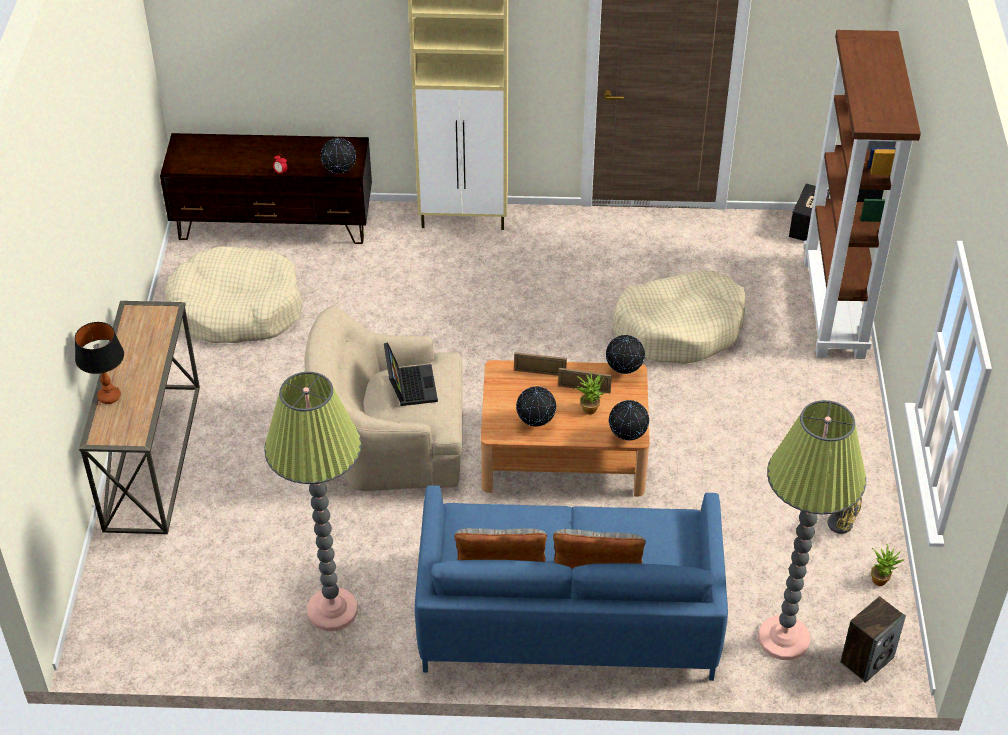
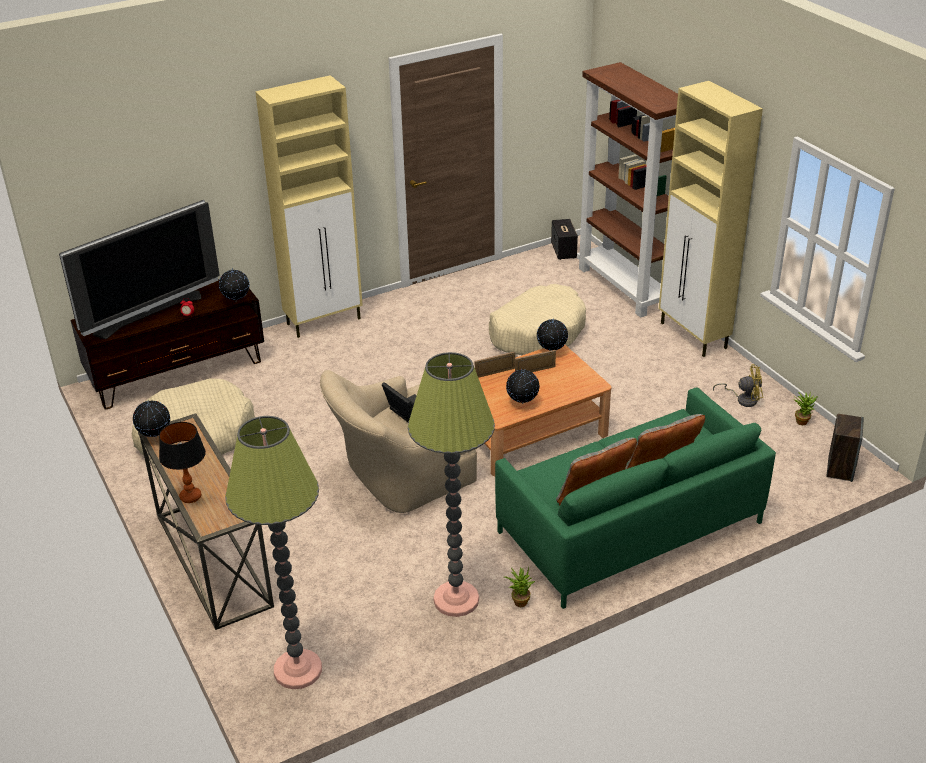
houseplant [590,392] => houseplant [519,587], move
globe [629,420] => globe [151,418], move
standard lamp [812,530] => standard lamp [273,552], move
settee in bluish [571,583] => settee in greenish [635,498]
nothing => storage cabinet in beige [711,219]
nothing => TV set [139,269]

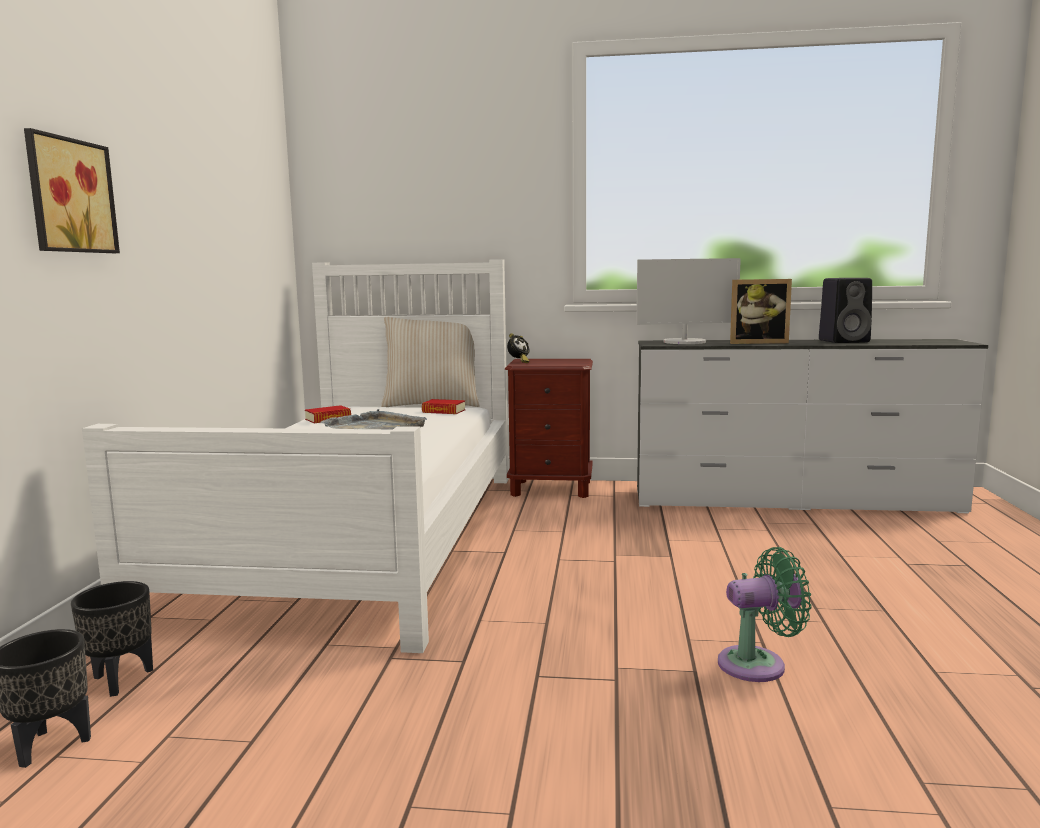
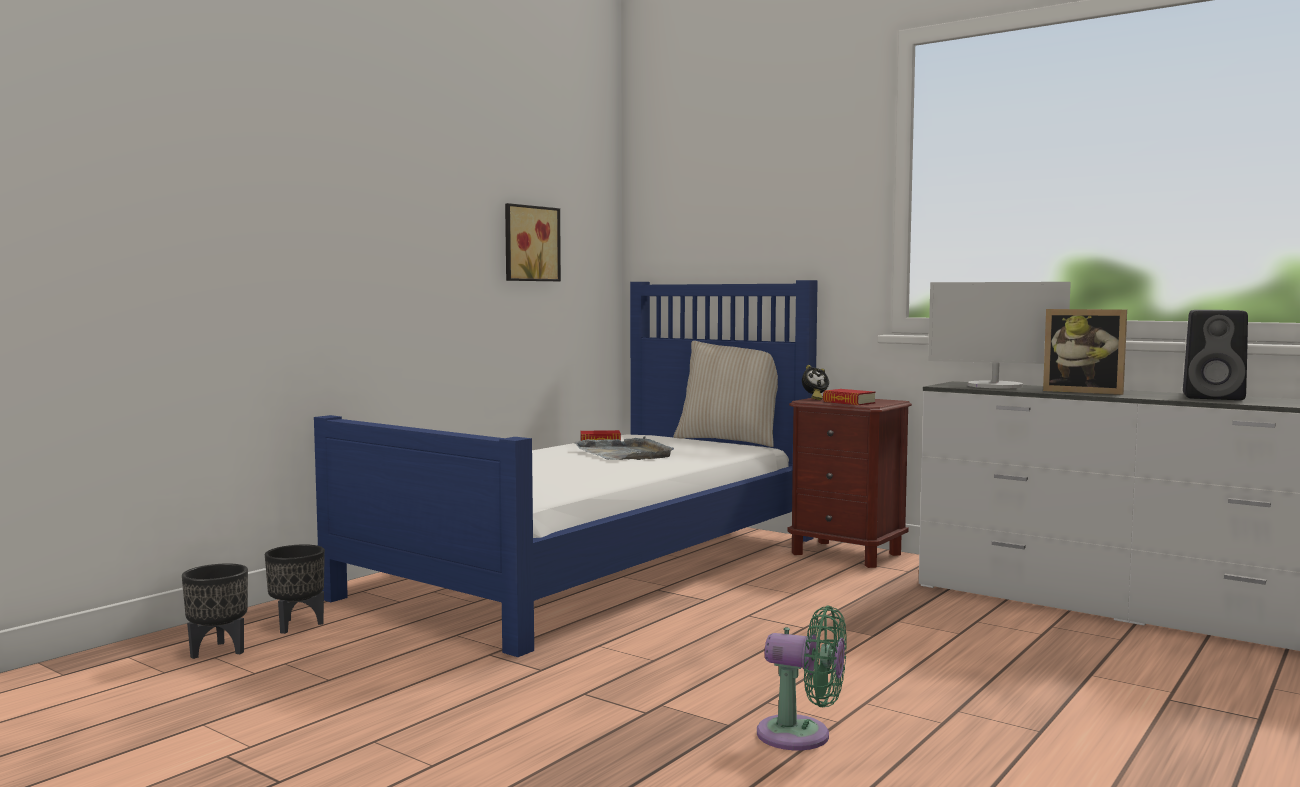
wall picture [72,190] => wall picture [533,242], move
sleeping bed in white-coloured [295,456] => sleeping bed in bluish [566,468]
volume [443,406] => volume [849,397], move

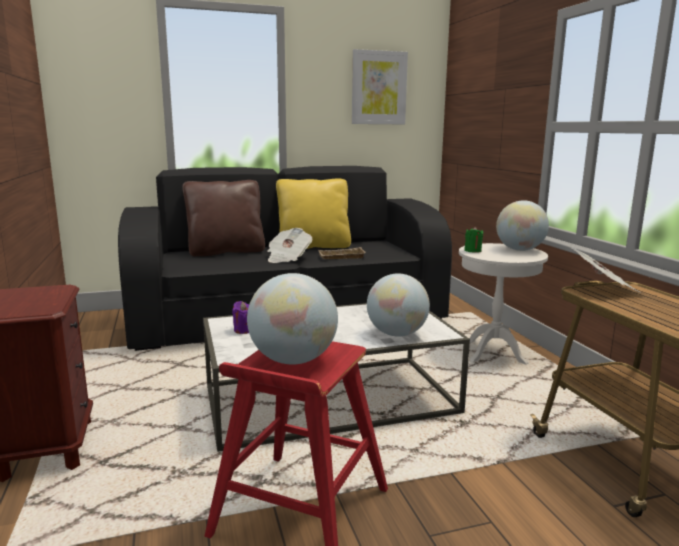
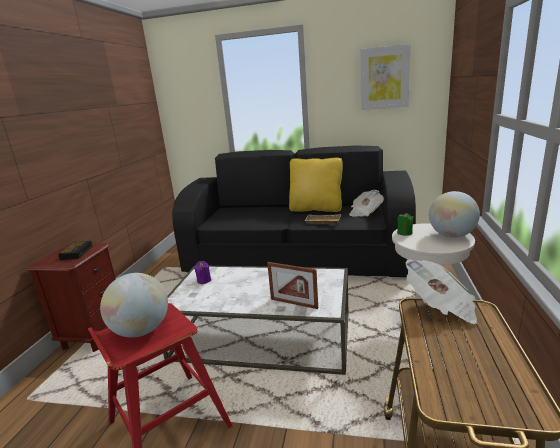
throw pillow in brownish [223,218] => nothing
daily paper [290,245] => daily paper [366,203], move
globe [398,304] => picture frame [292,285]
nothing => table clock [75,250]

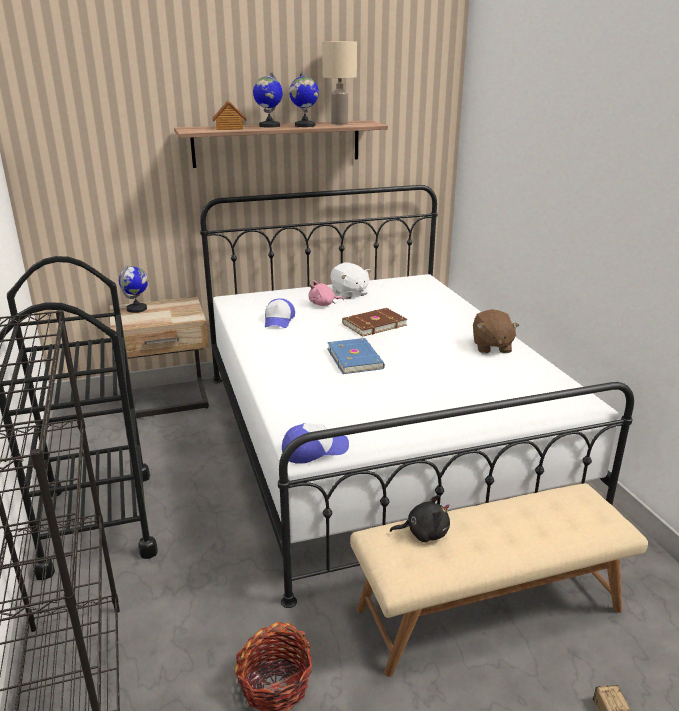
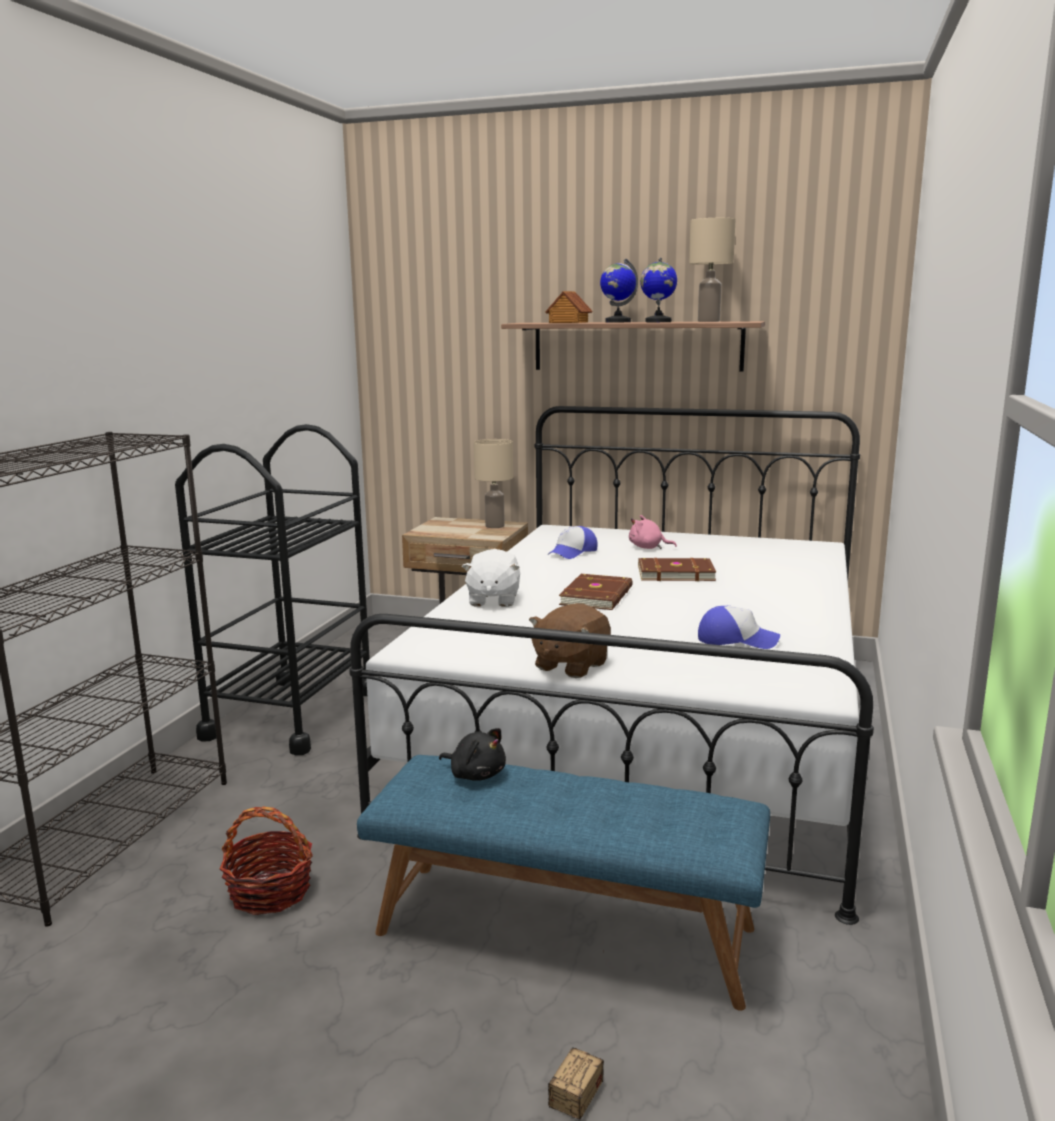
plush toy in white-coloured [350,280] => plush toy in white-coloured [491,578], move
globe [133,289] => nothing
plush toy in brownish [496,331] => plush toy in brownish [570,641], move
volume in bluish [356,356] => volume in brownish [596,592]
peaked cap [315,443] => peaked cap [739,627], move
long seat in beige [499,580] => long seat in bluish [563,883]
nothing => lamp for a table in beige [493,483]

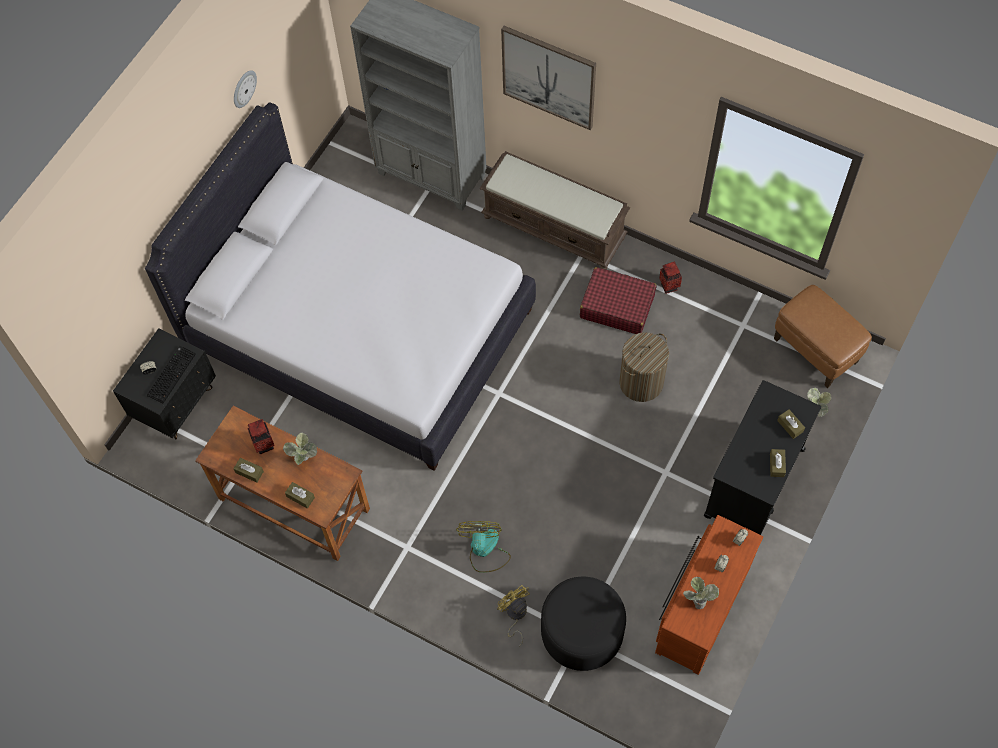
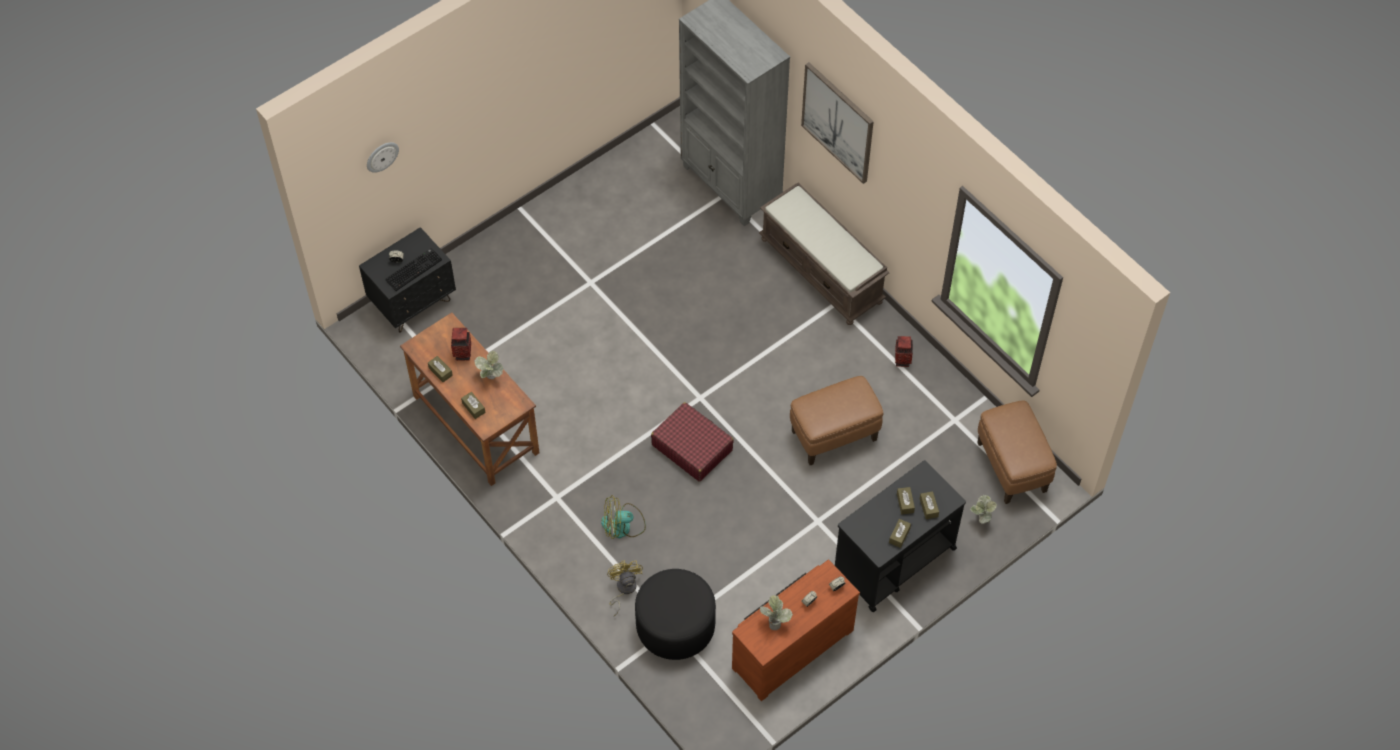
wall clock [245,89] => wall clock [383,157], move
sleeping bed in white-coloured [340,286] => nothing
piece of luggage in red-coloured [618,300] => piece of luggage in red-coloured [692,442], move
washing basket [644,367] => footrest in brownish [836,420]
fan [483,547] => fan [623,517], 120 degrees counterclockwise
nothing => box of tissues in brownish [906,501]

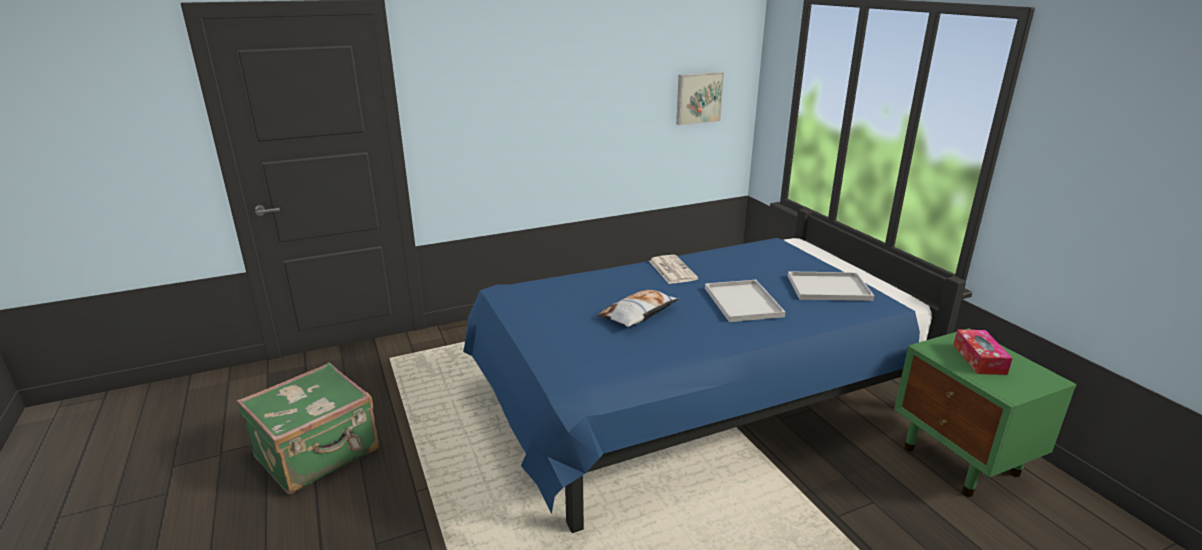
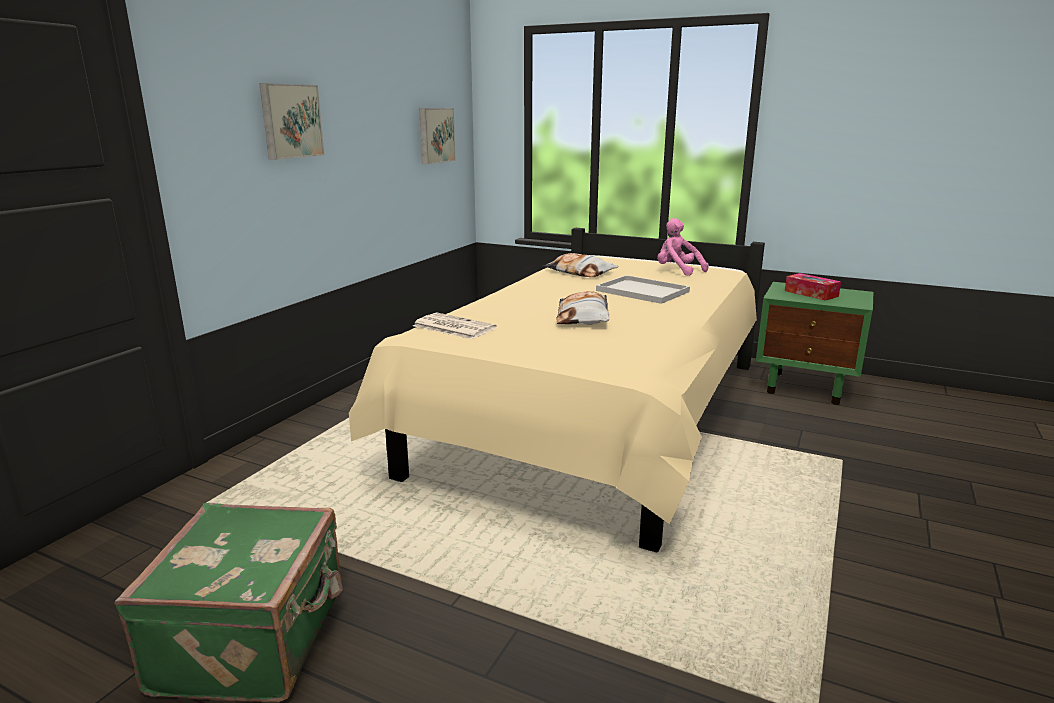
sleeping bed in bluish [714,370] => sleeping bed in beige [557,390]
daily paper [673,269] => daily paper [455,326], move
serving tray in white-coloured [831,286] => plush toy in pinkish [683,247]
nothing => wall picture [292,121]
nothing => throw pillow [580,265]

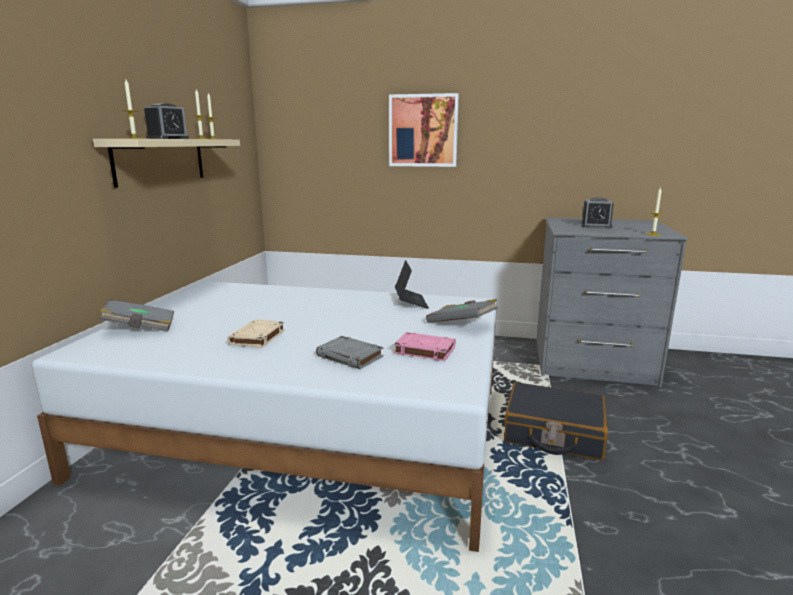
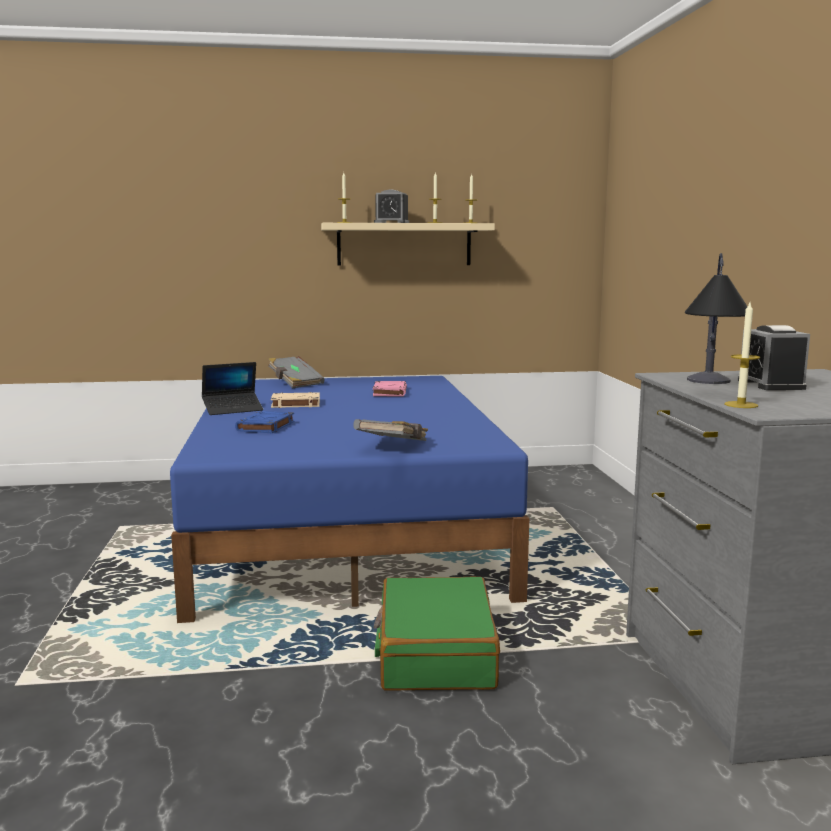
wall picture [424,130] => nothing
laptop [412,284] => laptop [232,388], move
sleeping bed in white-coloured [264,416] => sleeping bed in bluish [349,499]
volume in pinkish [424,346] => volume in pinkish [390,388], move
volume in grey [350,352] => volume in bluish [264,422]
piece of luggage in black [556,421] => piece of luggage in greenish [437,634]
nothing => lamp for a table [716,318]

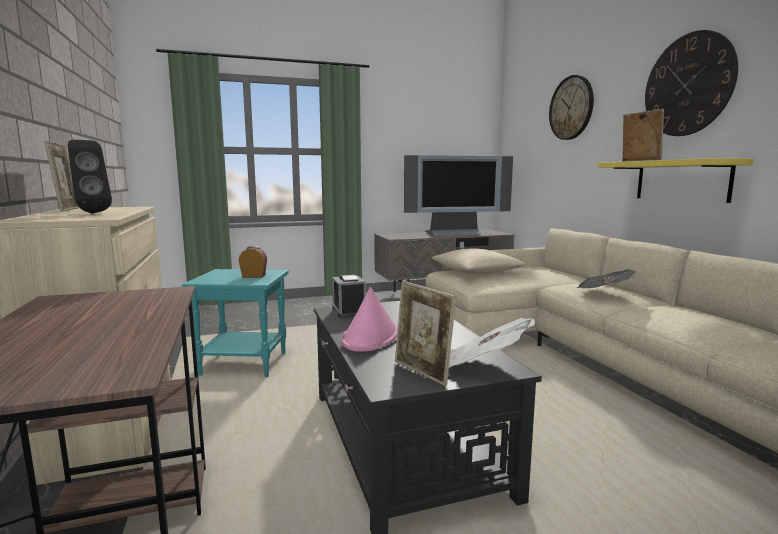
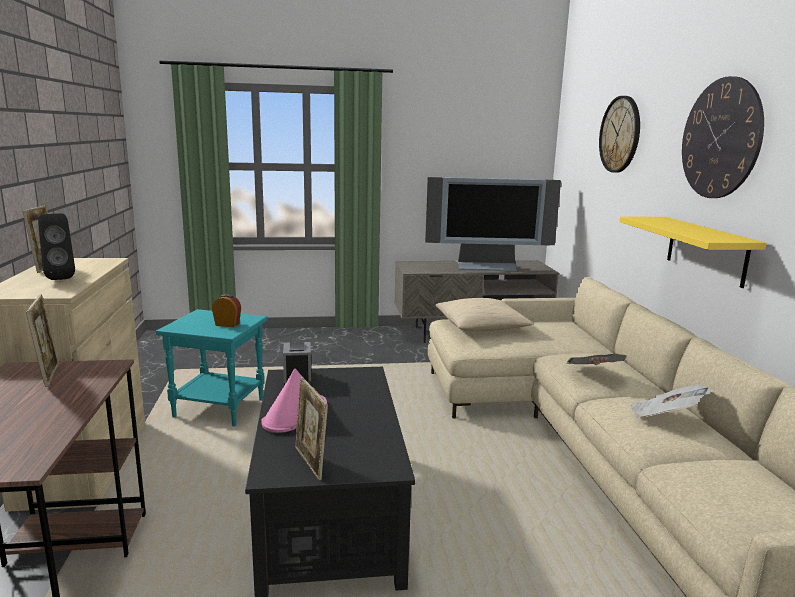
picture frame [643,135] => picture frame [42,341], move
daily paper [492,343] => daily paper [671,401], move

